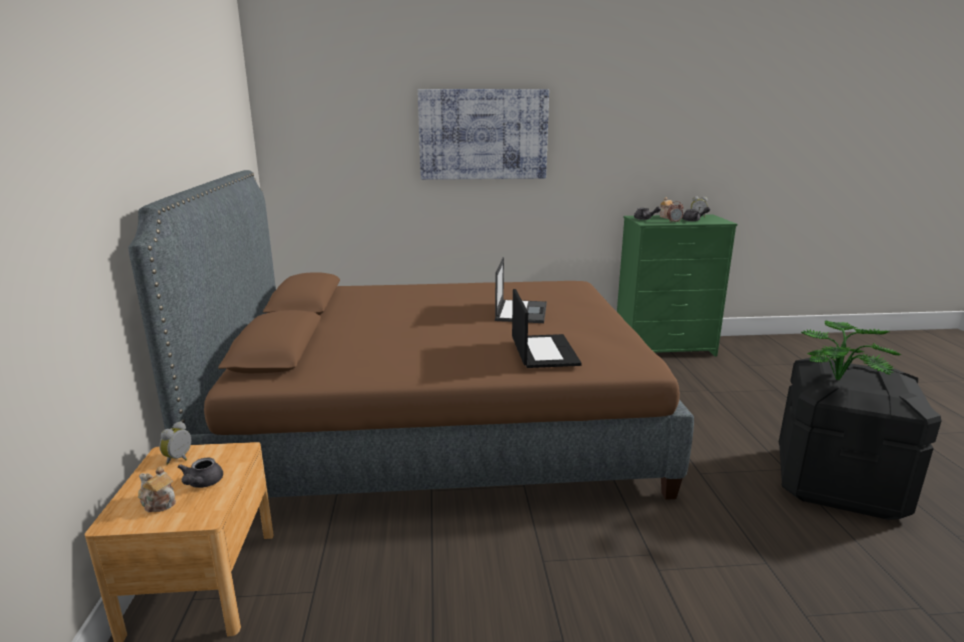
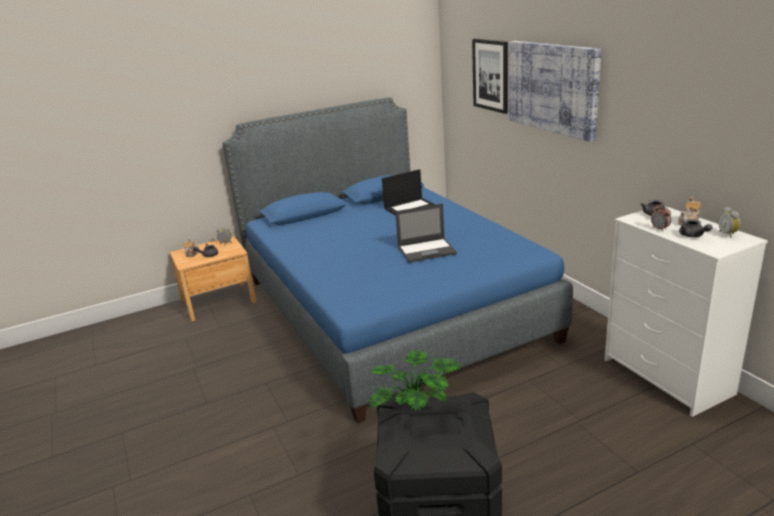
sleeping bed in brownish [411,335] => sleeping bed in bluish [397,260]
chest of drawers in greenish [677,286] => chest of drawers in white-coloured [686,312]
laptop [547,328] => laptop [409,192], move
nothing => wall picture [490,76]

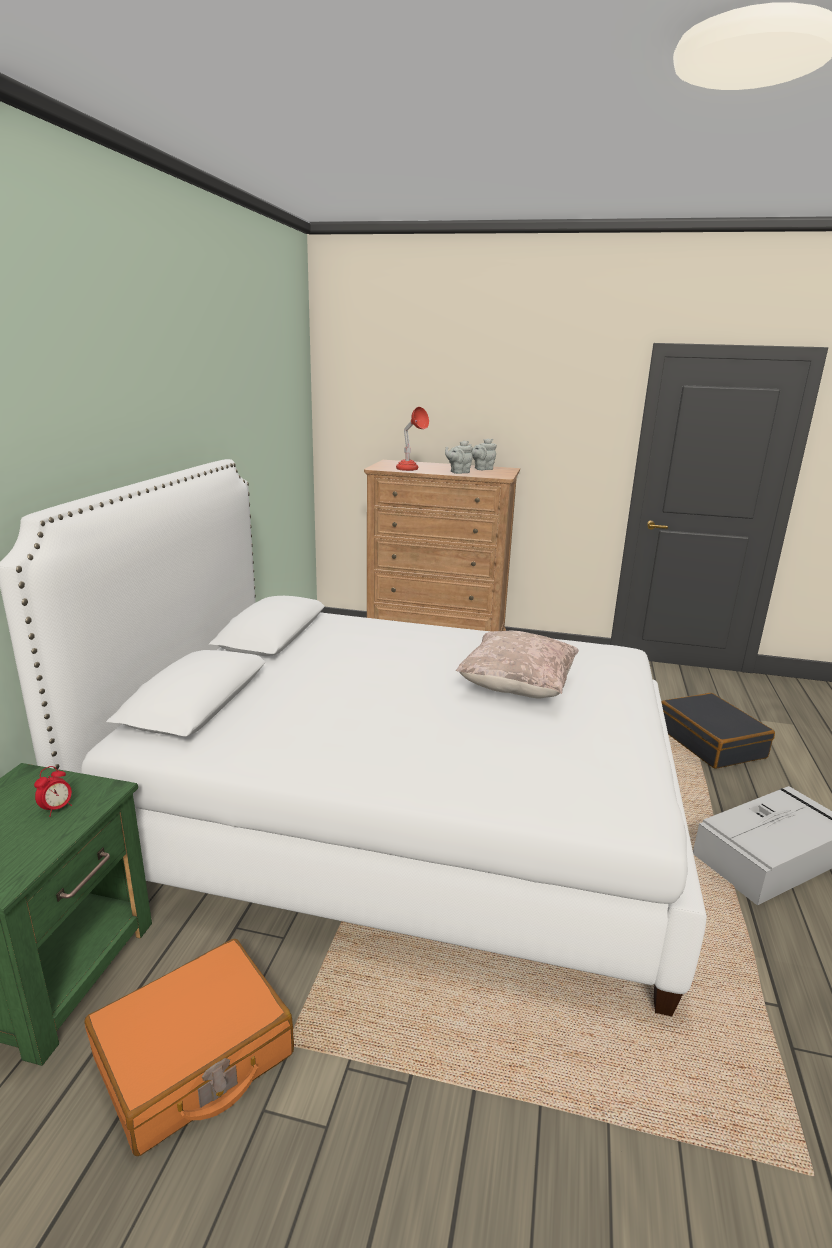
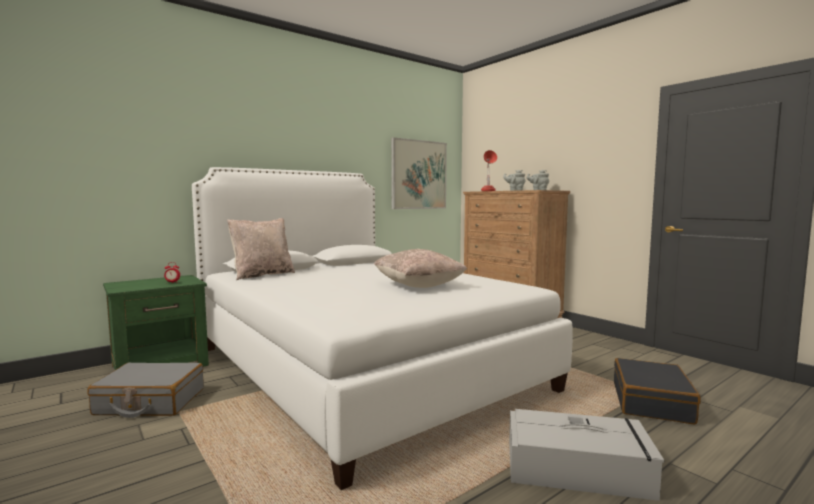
piece of luggage in orange-coloured [189,1047] => piece of luggage in grey [145,390]
nothing => wall picture [419,173]
nothing => throw pillow in beige [261,249]

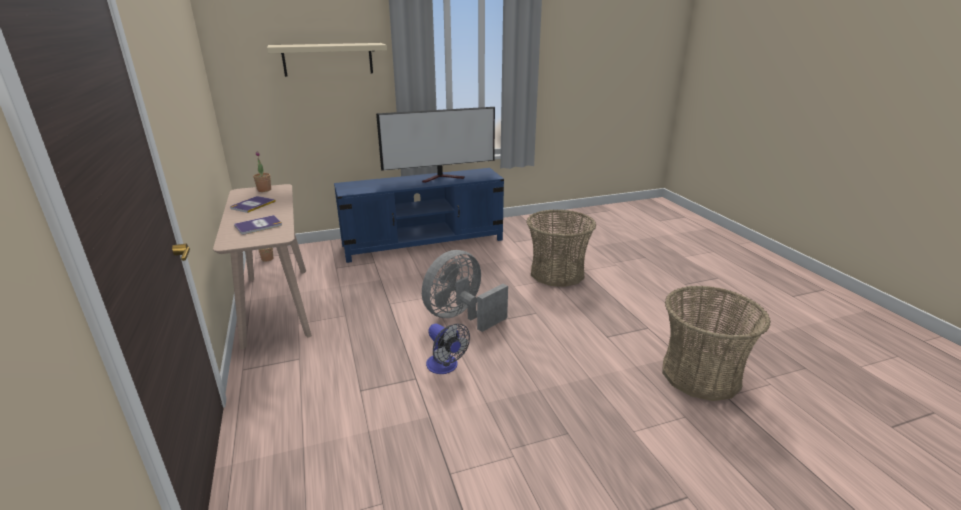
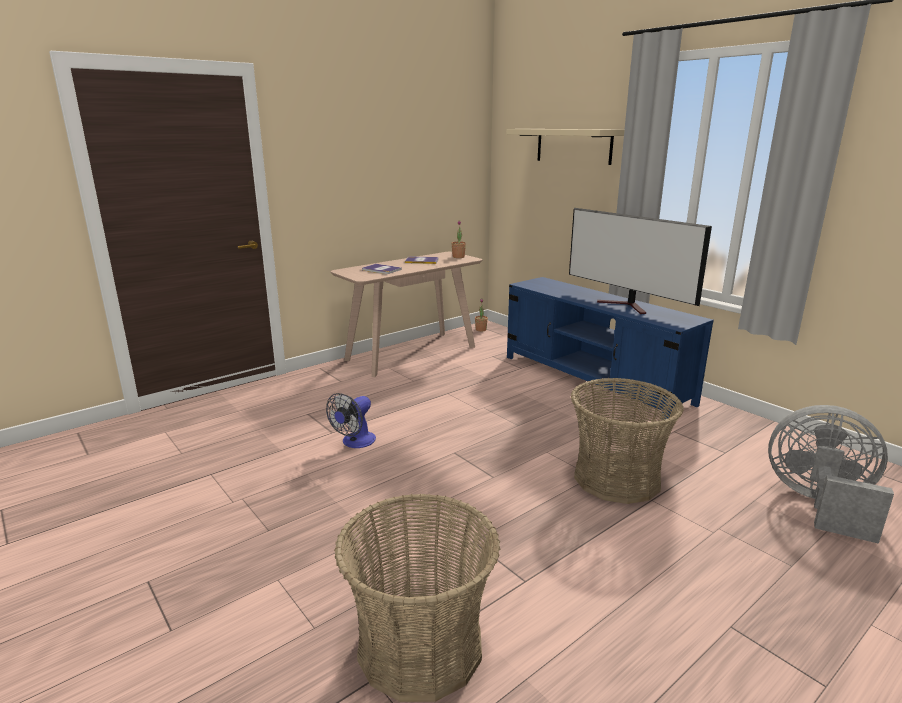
fan in grey [465,291] => fan in grey [831,474], move

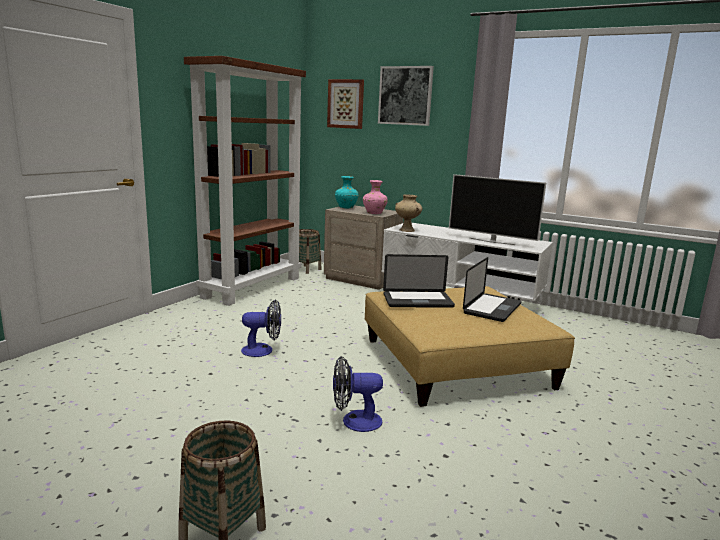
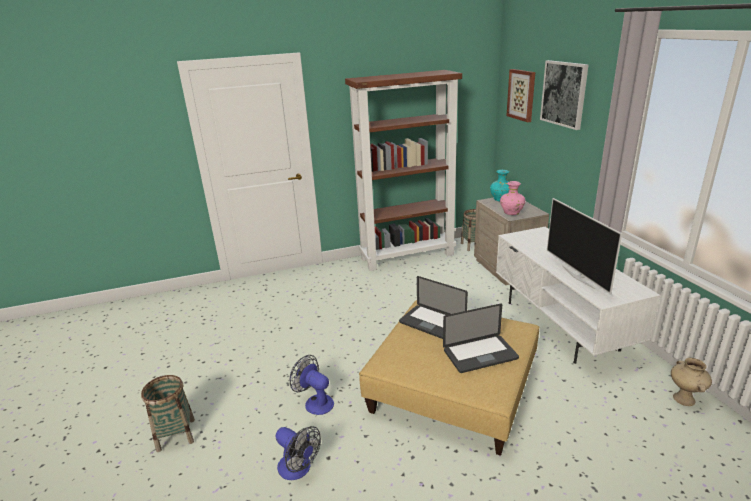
decorative vase in beige [408,213] => decorative vase in beige [691,382], move
fan [261,328] => fan [298,453], move

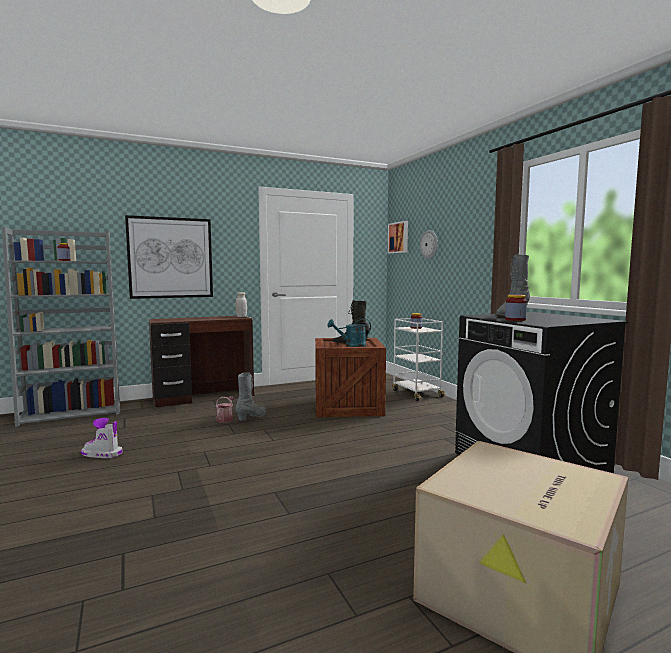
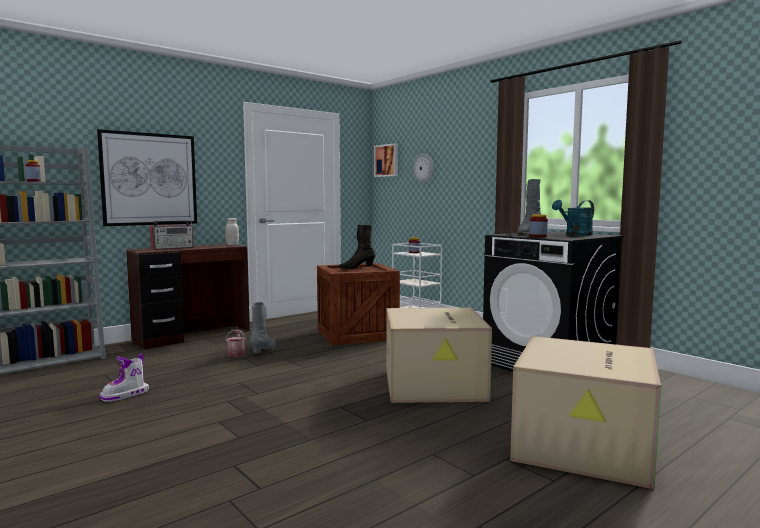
sprinkling can in turquoise [349,333] => sprinkling can in turquoise [573,218], move
tall boot [101,438] => tall boot [124,378], 45 degrees counterclockwise
nothing => radio set [172,234]
nothing => packing box [439,355]

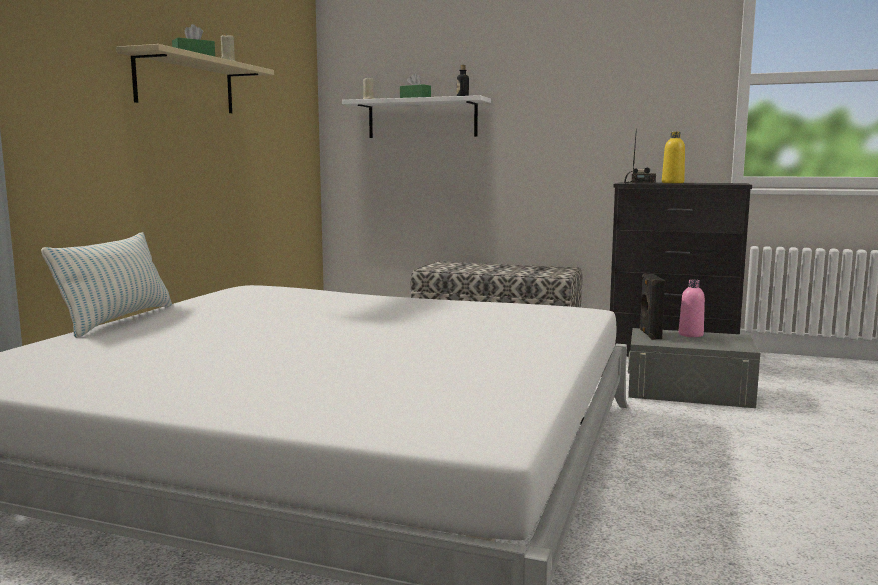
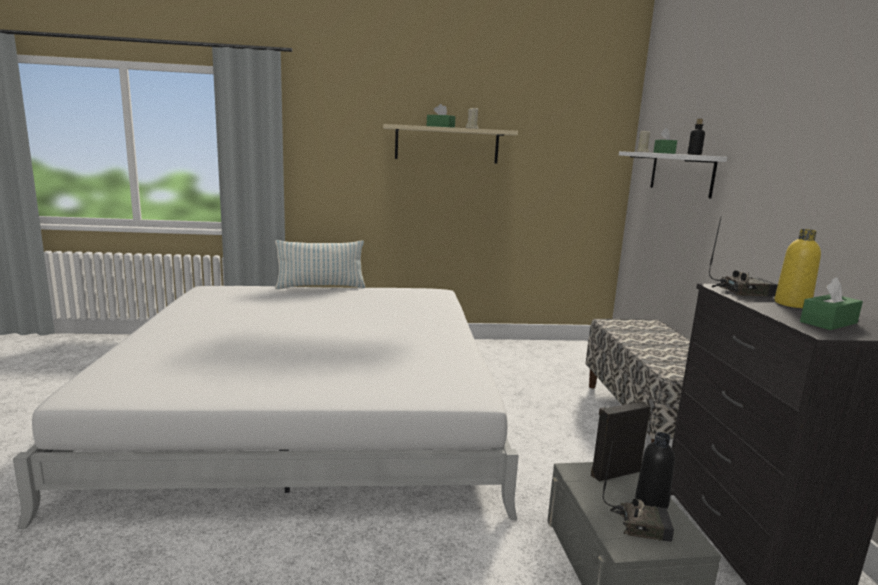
bottle in pinkish [692,308] => bottle in black [655,470]
nothing => box of tissues in greenish [831,303]
nothing => radio set [638,491]

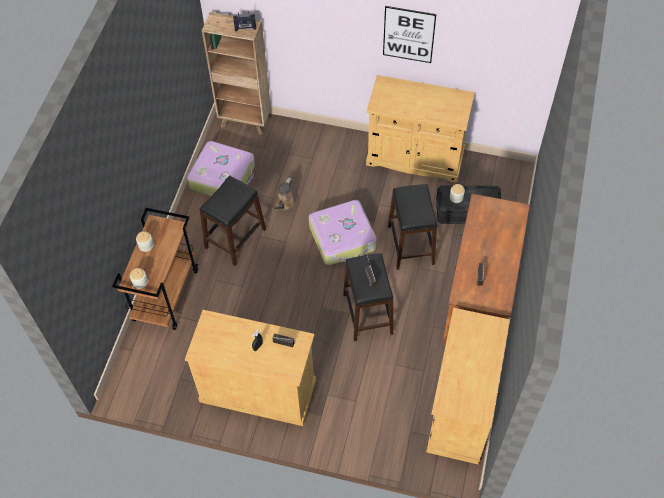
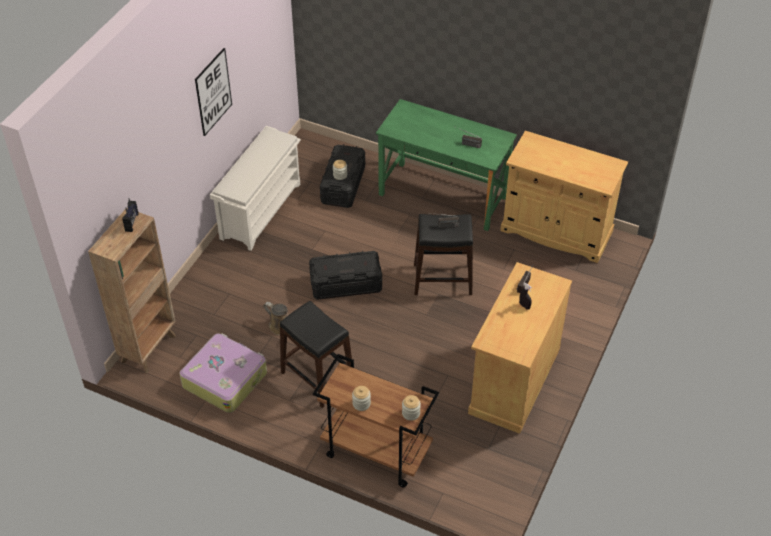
storage cabinet in beige [420,129] => shoe shelf in white-coloured [255,188]
stool seat in black [412,227] => nothing
desk table in brownish [486,269] => desk table in greenish [446,165]
piece of luggage [343,232] => storage bin in black [345,275]

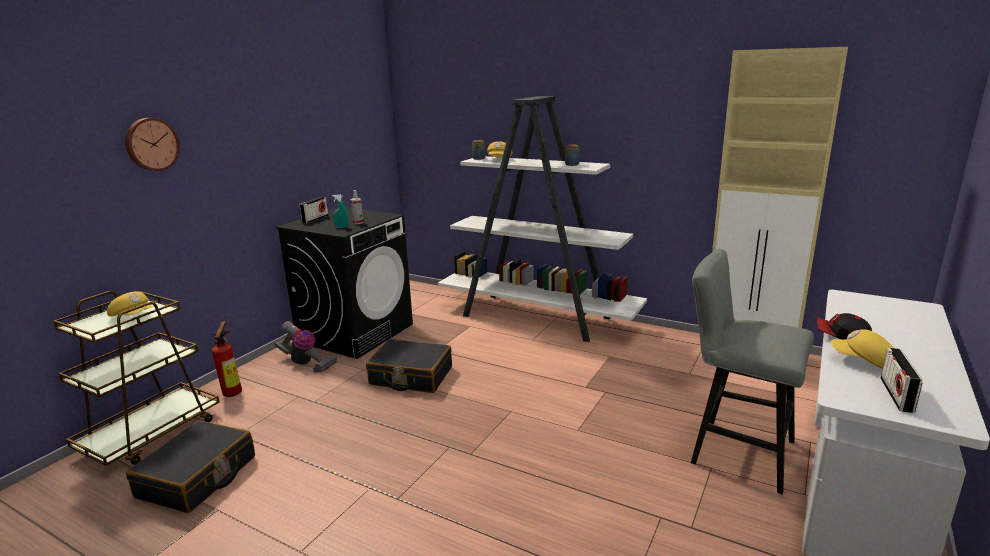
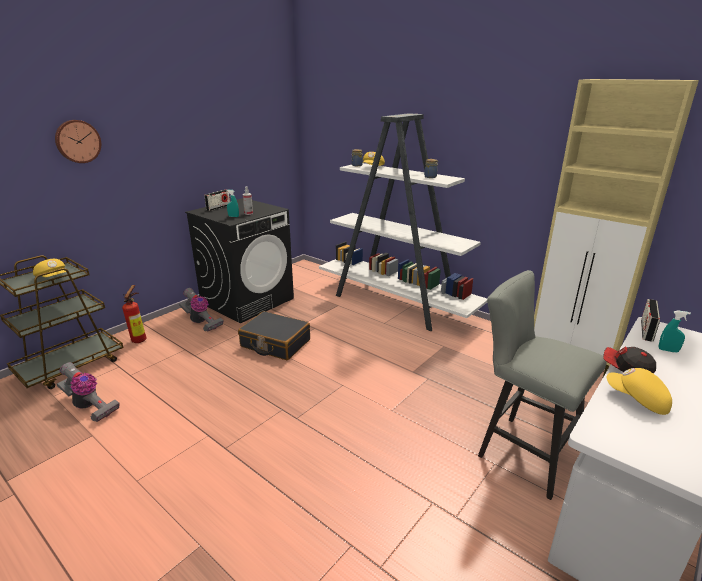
radio set [901,380] => radio set [650,320], move
piece of luggage in black [190,466] => hoover [88,392]
nothing => spray bottle in turquoise [675,331]

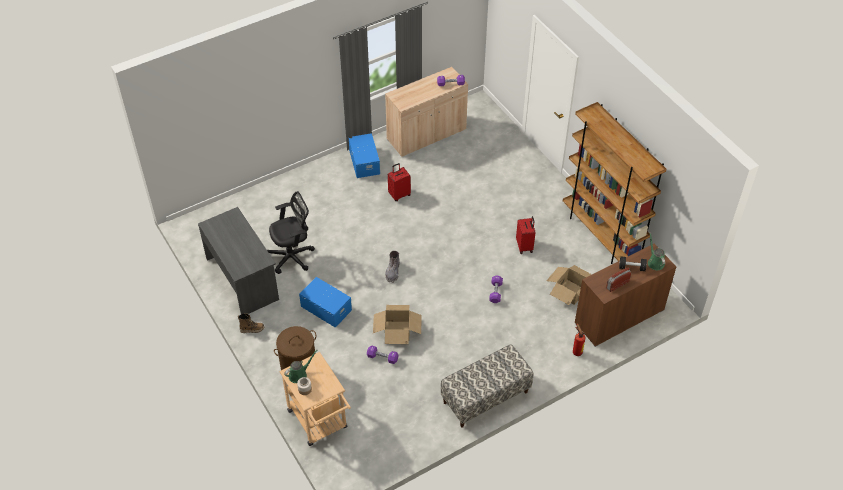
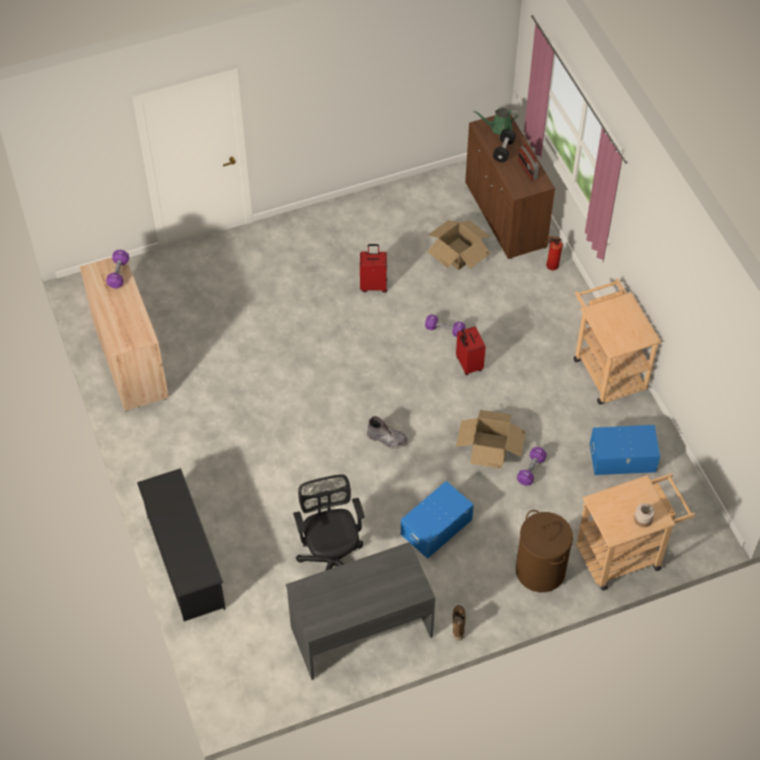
bookcase in brownish [614,183] => nothing
storage bin in bluish [364,155] => storage bin in bluish [625,450], move
piece of luggage in red-coloured [399,182] => piece of luggage in red-coloured [471,350], move
long seat [487,386] => trolley in beige [617,341]
sprinkling can in greenish [301,366] => nothing
nothing => shoe shelf in black [181,544]

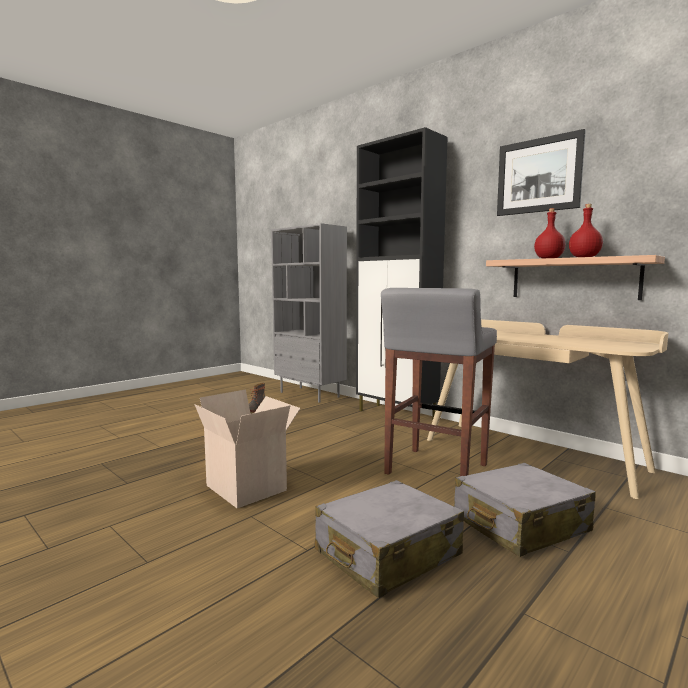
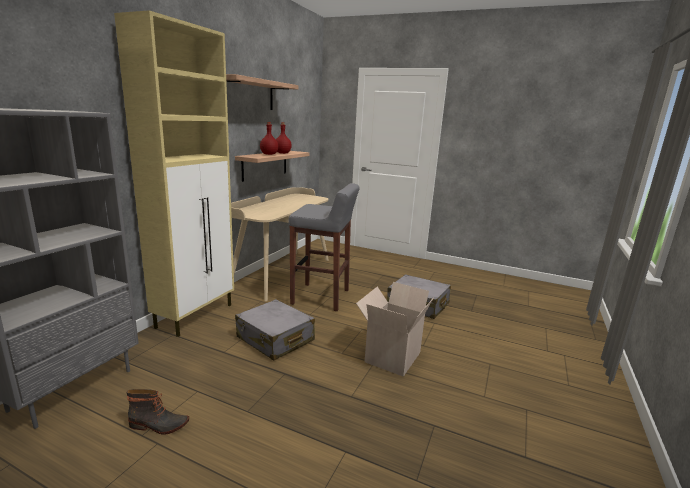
storage cabinet in black [402,273] => storage cabinet in beige [174,173]
wall picture [541,172] => shelf [262,92]
piece of luggage in grey [525,510] => piece of luggage in grey [275,330], move

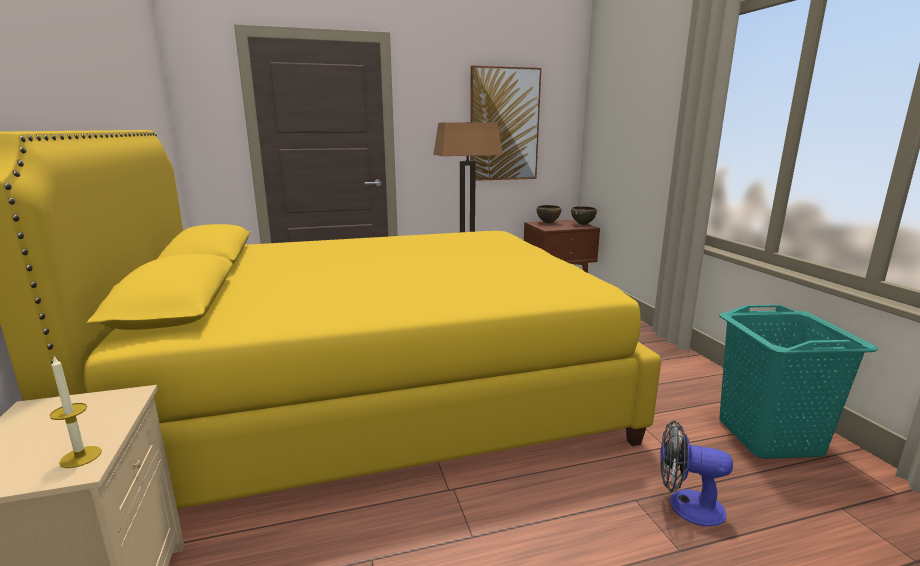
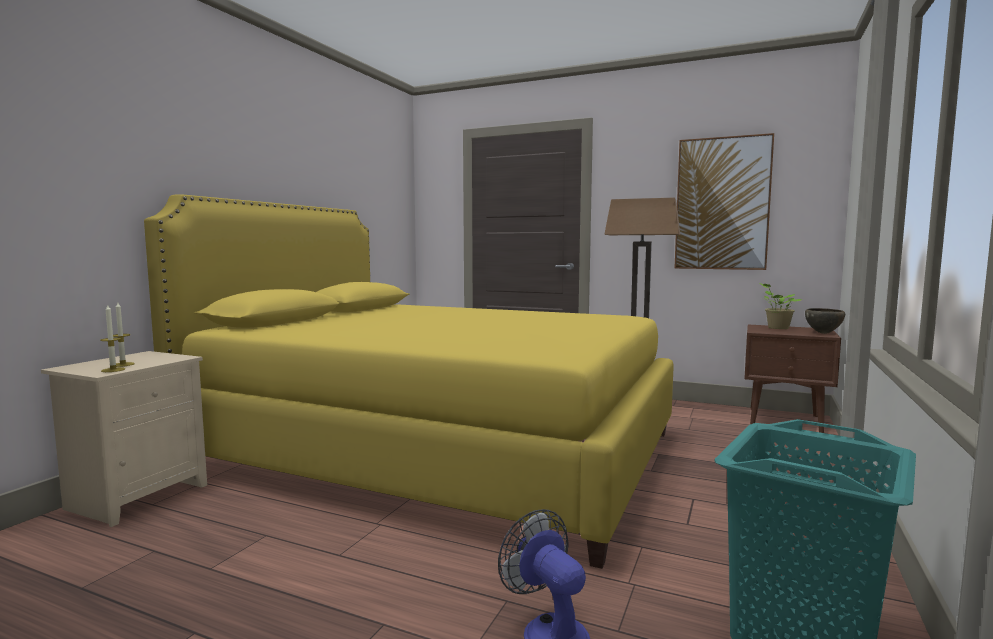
bowl in brownish [548,214] => houseplant [781,306]
nothing => wax light [124,335]

